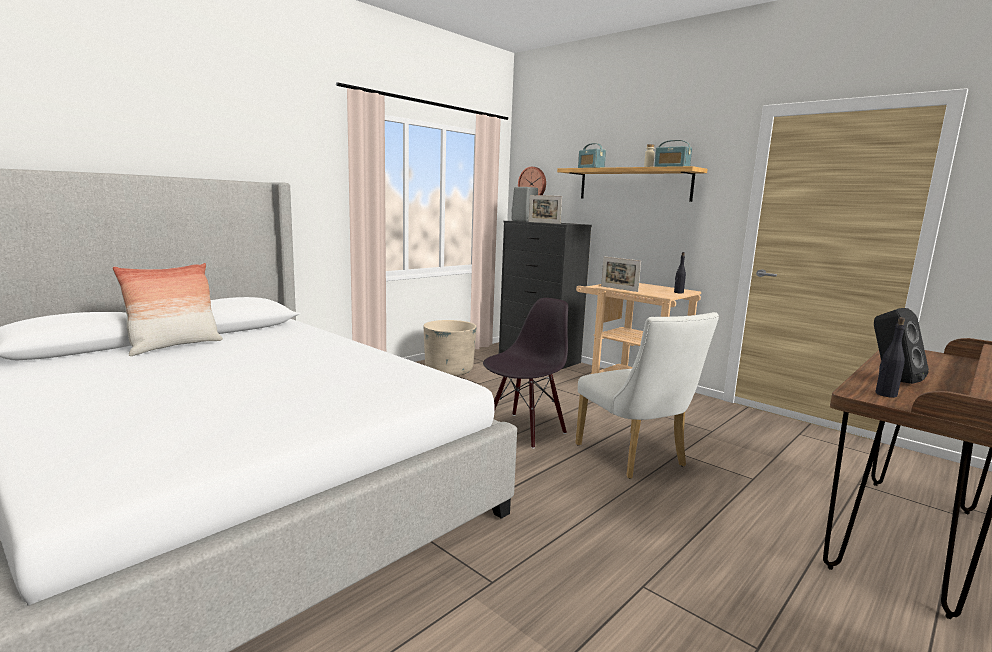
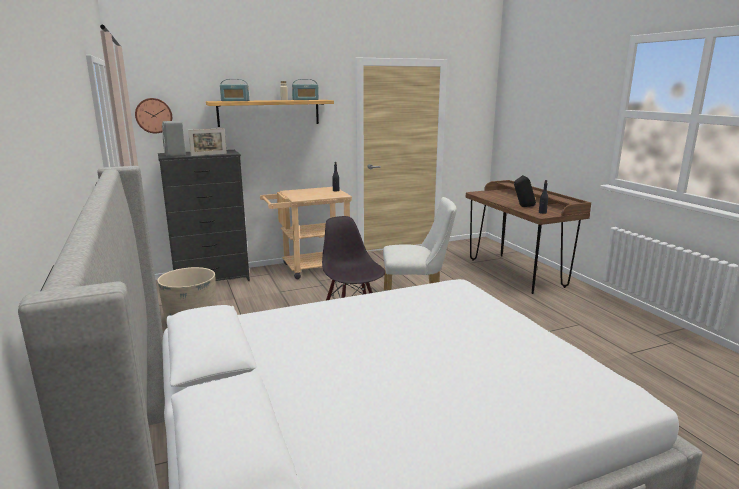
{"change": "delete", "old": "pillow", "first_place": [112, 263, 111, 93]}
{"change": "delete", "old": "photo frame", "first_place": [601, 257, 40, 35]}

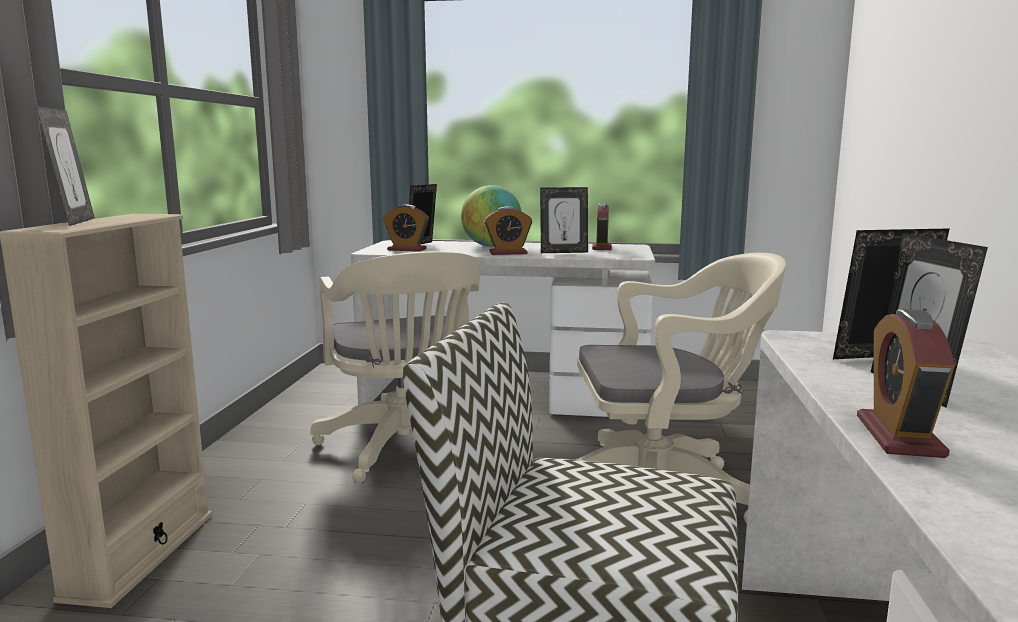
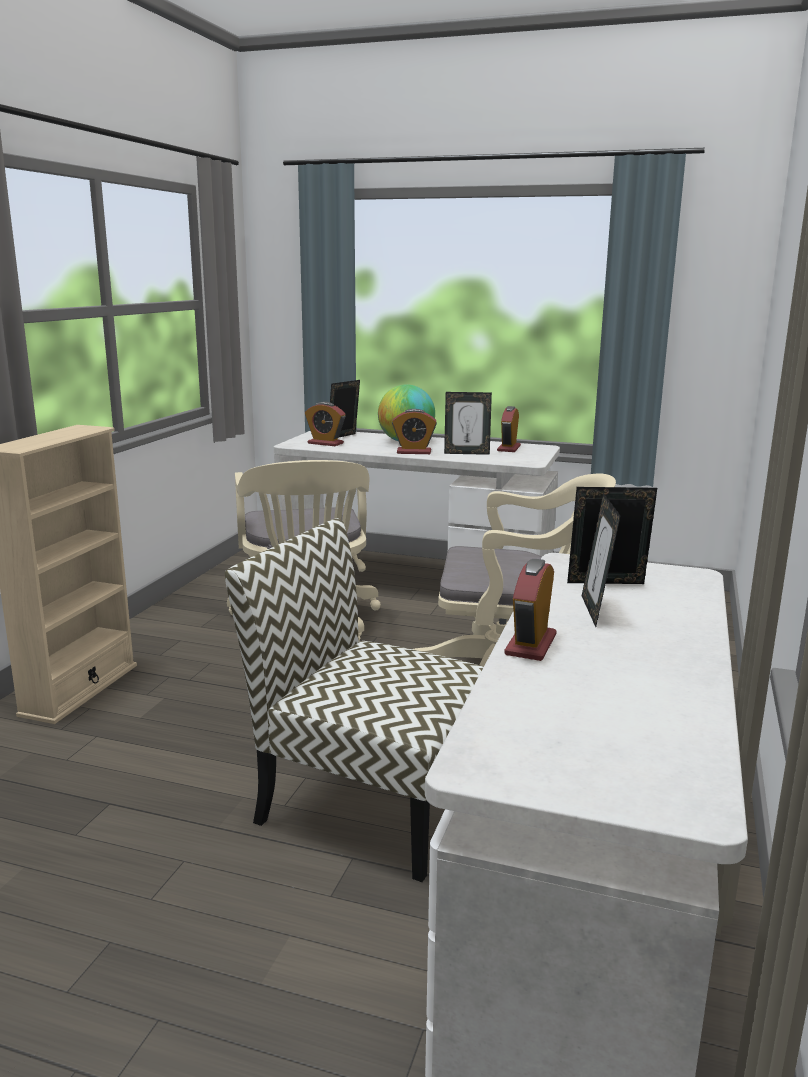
{"change": "delete", "old": "photo frame", "first_place": [36, 106, 59, 120]}

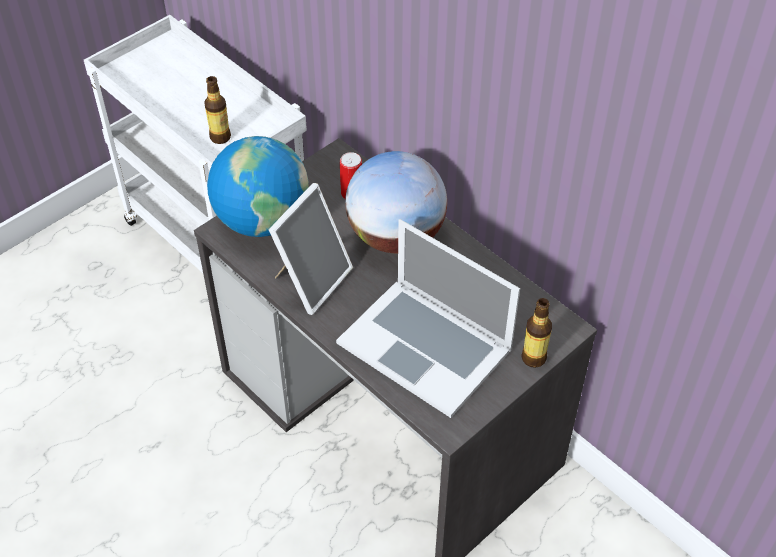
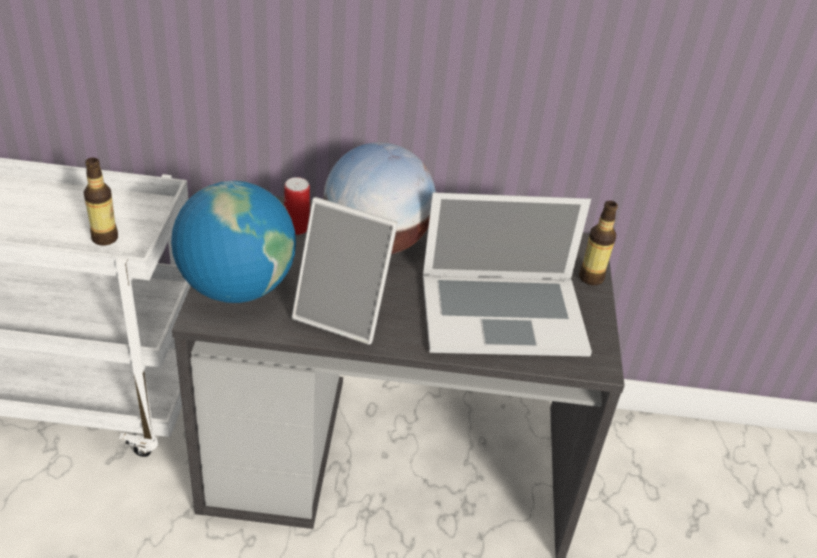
{"change": "rotate", "old": "photo frame", "first_place": [268, 183, 85, 132], "second_place": [292, 197, 106, 148], "degrees": 120}

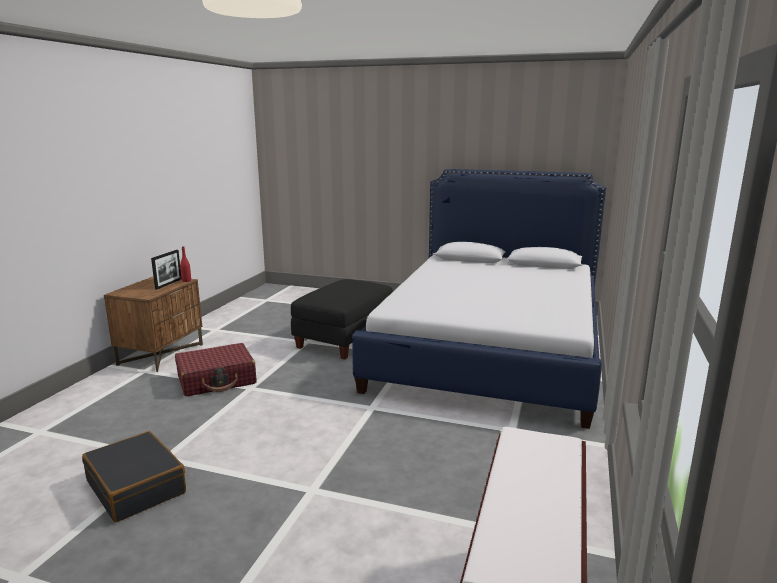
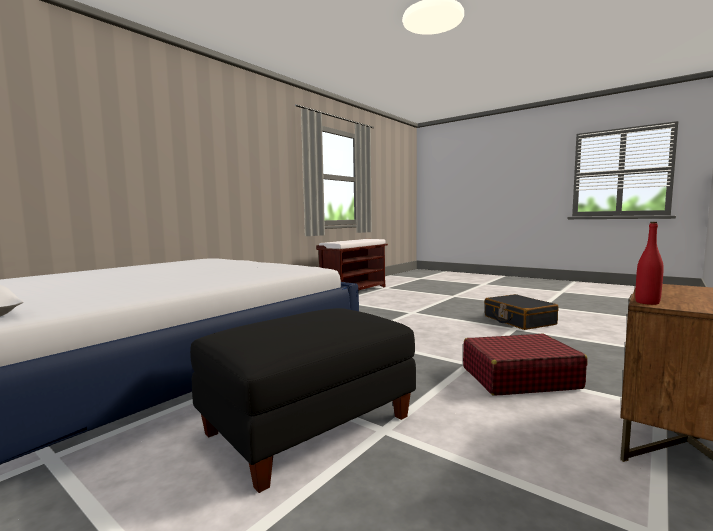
{"change": "delete", "old": "photo frame", "first_place": [151, 250, 31, 40]}

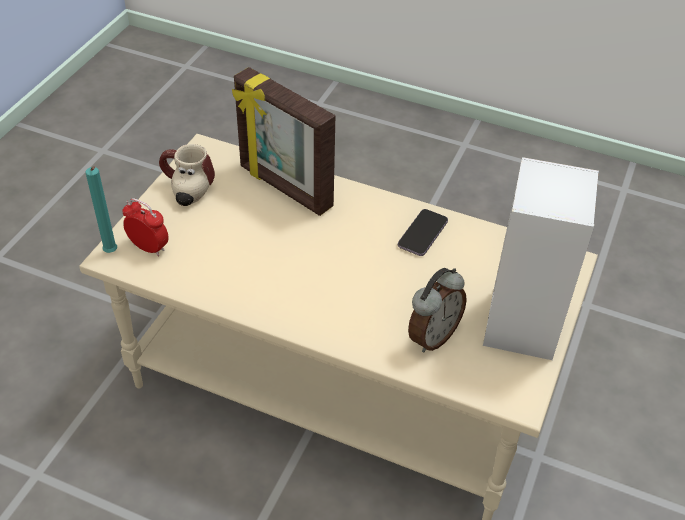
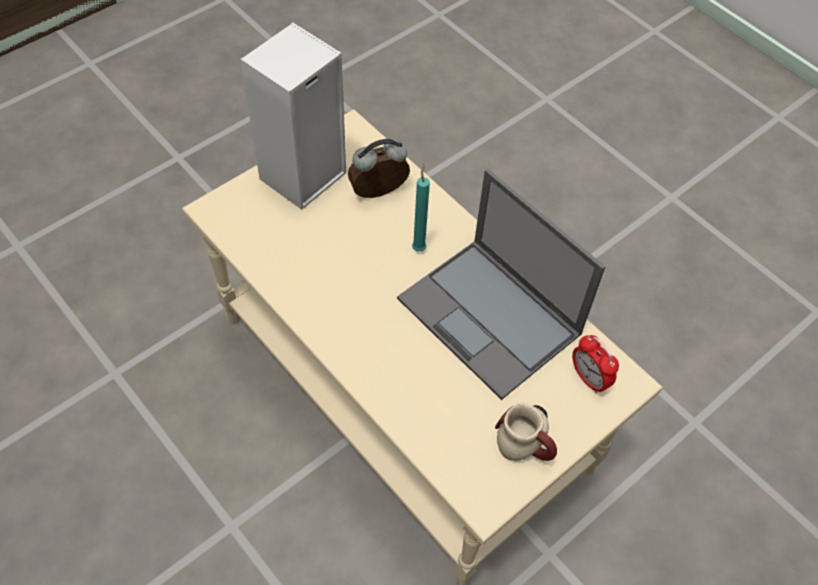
{"change": "insert", "new": "portable computer", "second_place": [397, 169, 209, 231]}
{"change": "move", "old": "turquoise-coloured candle", "first_place": [86, 166, 31, 87], "second_place": [412, 163, 18, 89]}
{"change": "delete", "old": "photo frame", "first_place": [232, 67, 103, 149]}
{"change": "delete", "old": "telephone", "first_place": [398, 209, 50, 47]}

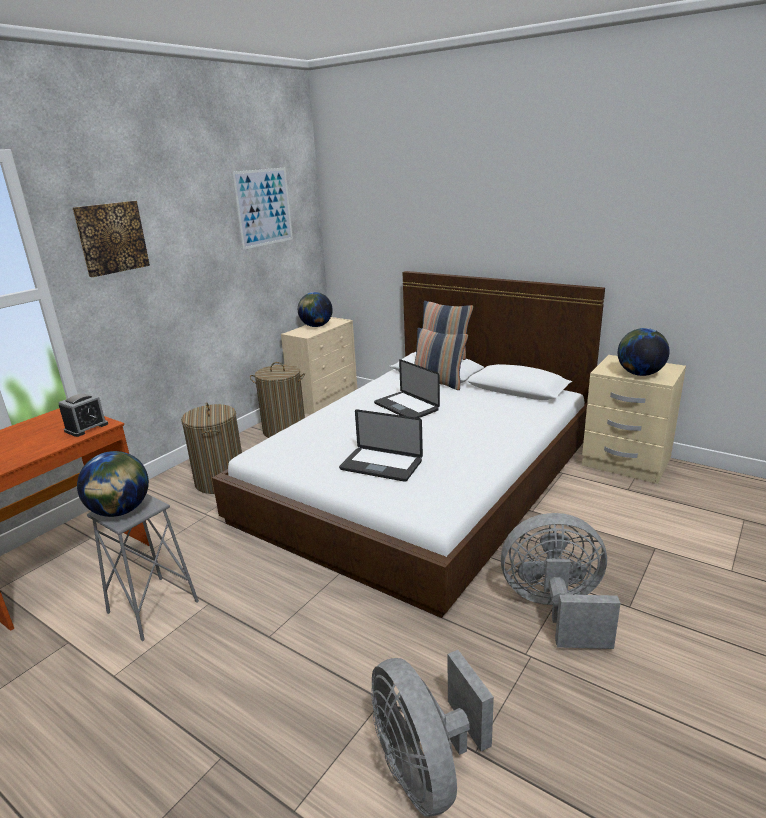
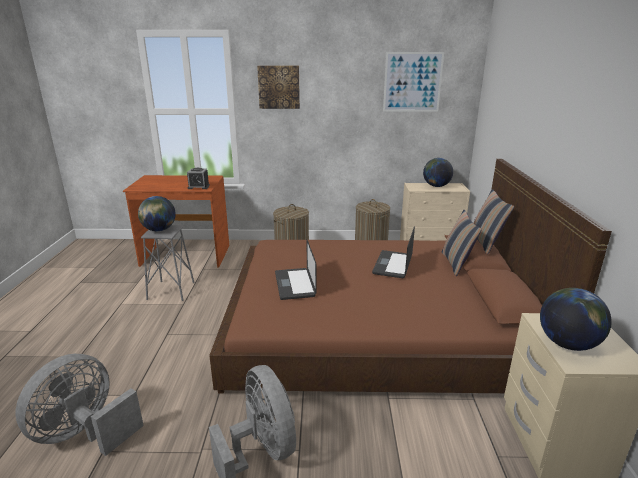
{"change": "recolor", "old": "white sleeping bed", "new": "brown-coloured sleeping bed", "first_place": [212, 271, 393, 347], "second_place": [209, 159, 403, 235]}

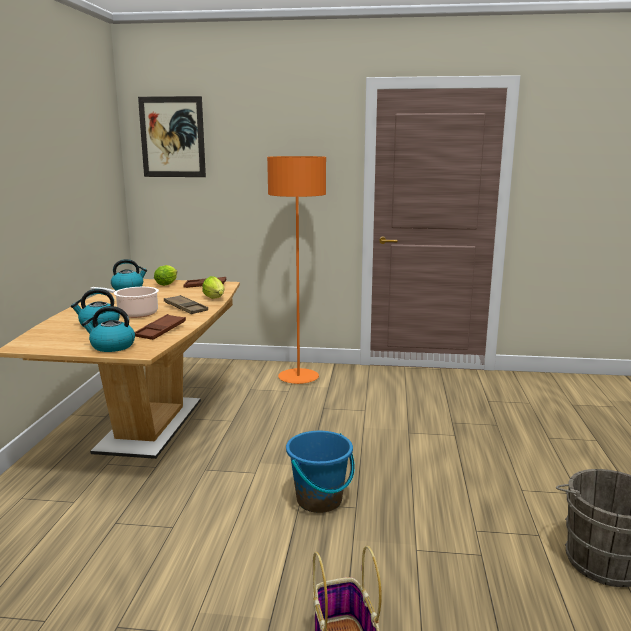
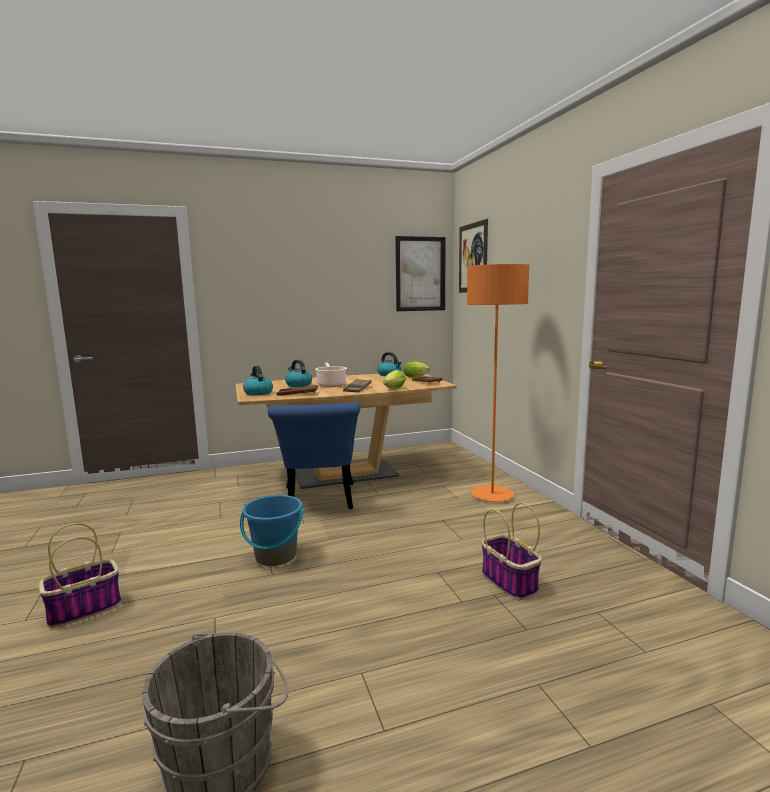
{"change": "insert", "new": "bluish upright chair", "second_place": [268, 402, 92, 107]}
{"change": "insert", "new": "wall picture", "second_place": [395, 236, 51, 75]}
{"change": "insert", "new": "household basket", "second_place": [481, 502, 61, 98]}

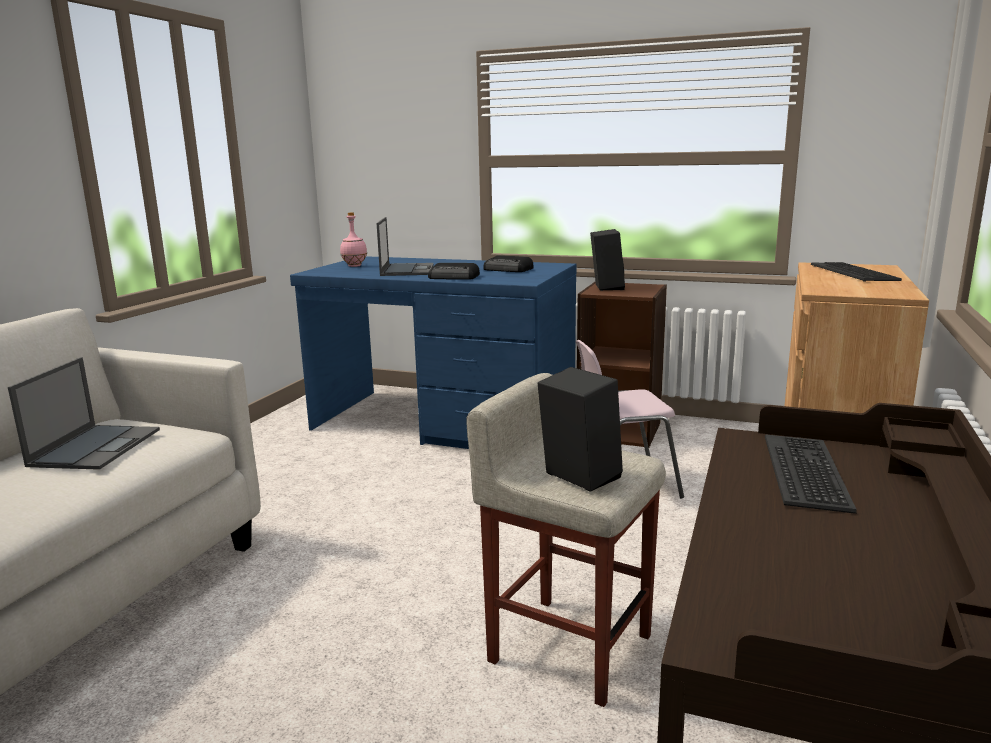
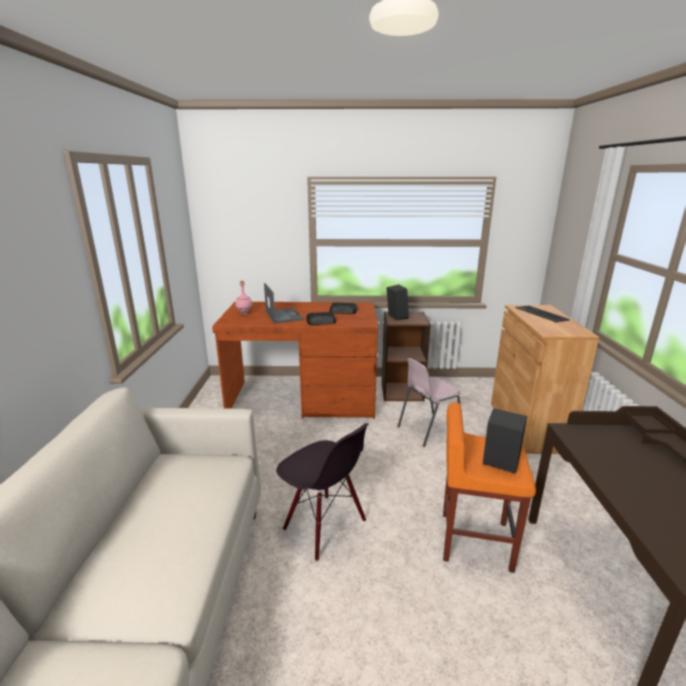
{"change": "recolor", "old": "bluish desk", "new": "brown-coloured desk", "first_place": [290, 256, 287, 193], "second_place": [212, 302, 166, 117]}
{"change": "insert", "new": "black upright chair", "second_place": [276, 423, 93, 138]}
{"change": "recolor", "old": "sand-coloured sitting stool", "new": "orangey sitting stool", "first_place": [466, 373, 200, 334], "second_place": [443, 402, 93, 171]}
{"change": "delete", "old": "portable computer", "first_place": [8, 357, 152, 113]}
{"change": "delete", "old": "computer keyboard", "first_place": [765, 434, 92, 80]}

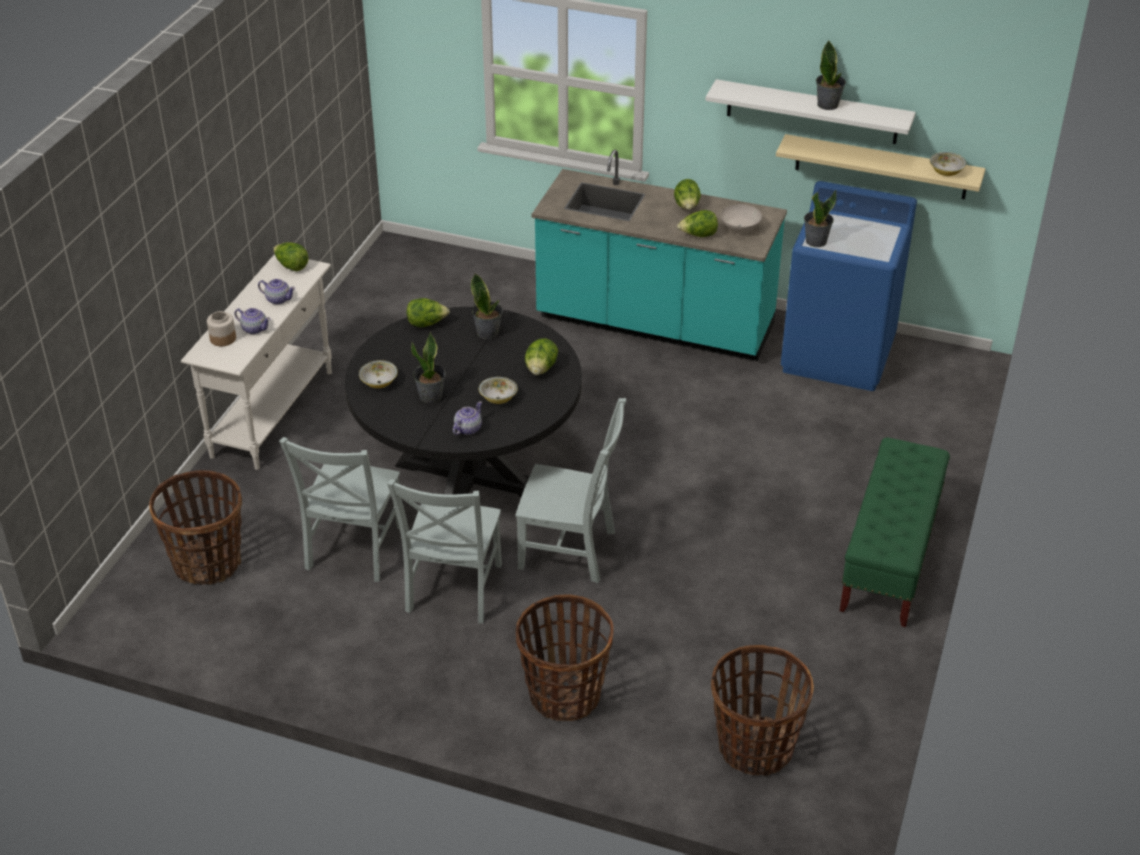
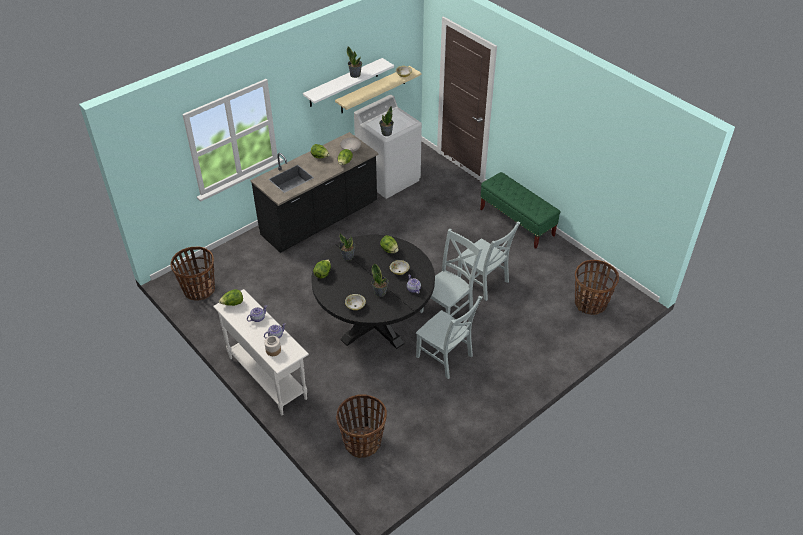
{"change": "move", "old": "household basket", "first_place": [516, 594, 98, 127], "second_place": [170, 246, 45, 55]}
{"change": "recolor", "old": "turquoise-coloured kitchen base unit", "new": "black kitchen base unit", "first_place": [532, 150, 255, 211], "second_place": [250, 132, 128, 121]}
{"change": "recolor", "old": "bluish washing machine", "new": "white washing machine", "first_place": [781, 181, 136, 210], "second_place": [354, 95, 68, 104]}
{"change": "move", "old": "greyish upright chair", "first_place": [279, 437, 121, 145], "second_place": [457, 221, 64, 80]}

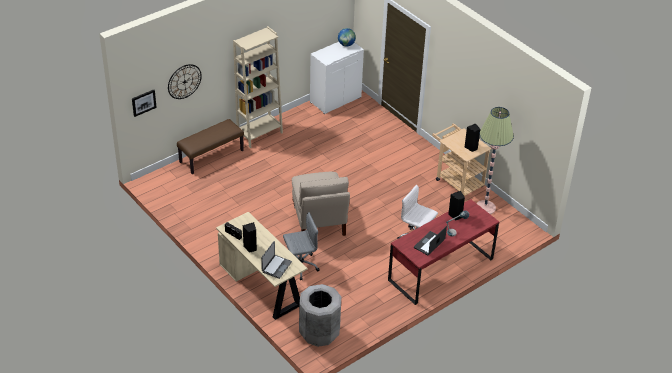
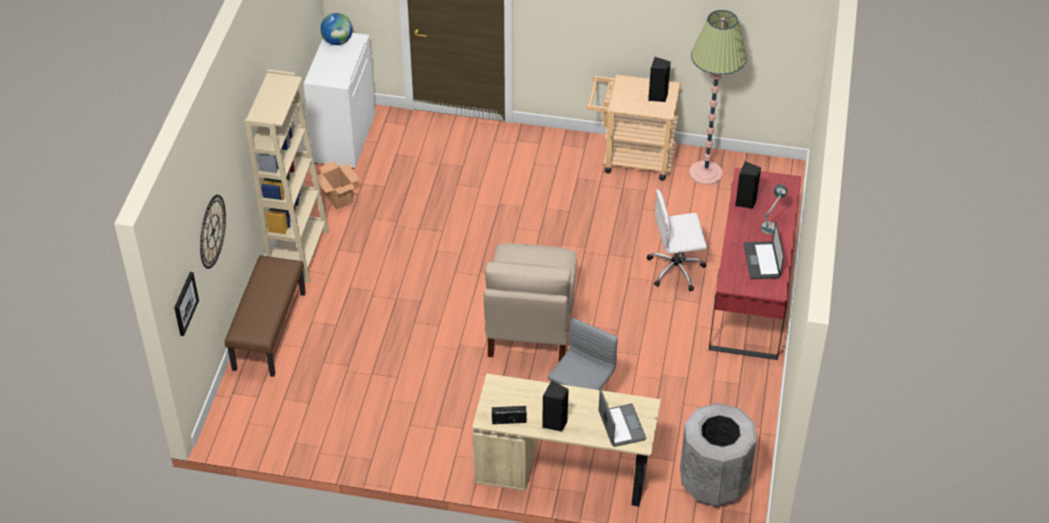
{"change": "insert", "new": "carton", "second_place": [317, 161, 43, 49]}
{"change": "rotate", "old": "sand-coloured upright chair", "first_place": [292, 172, 58, 64], "second_place": [484, 243, 93, 118], "degrees": 60}

